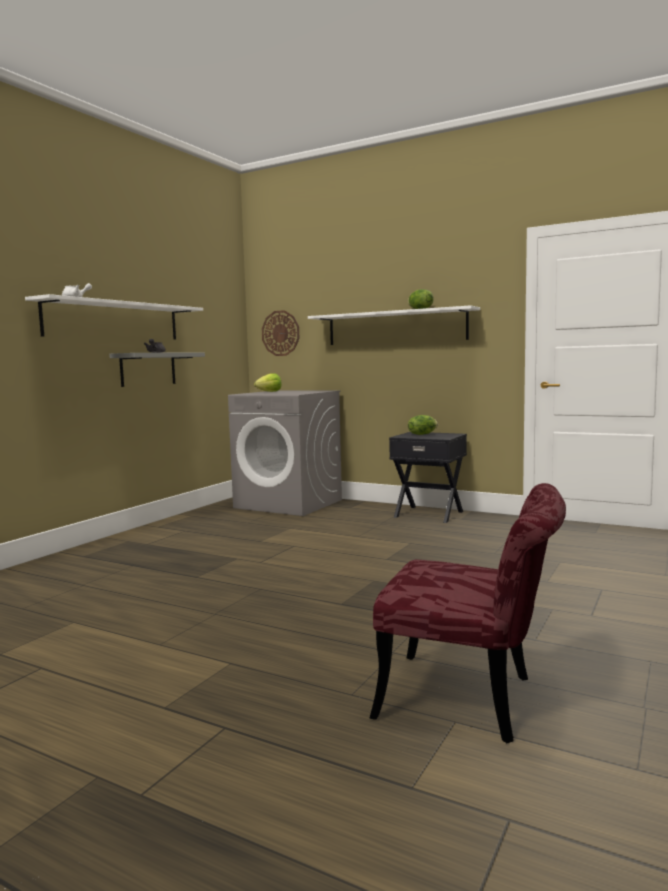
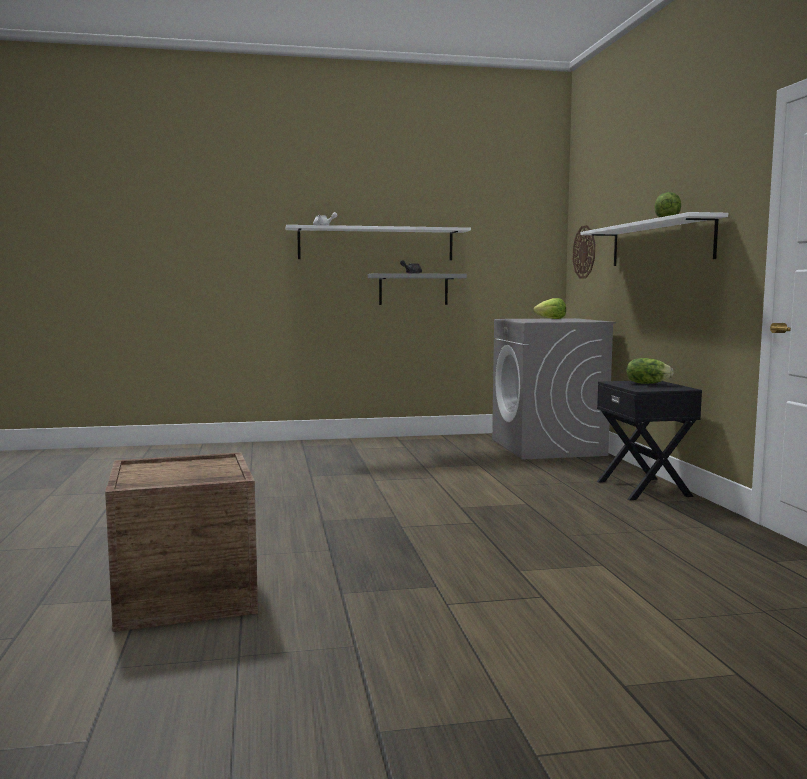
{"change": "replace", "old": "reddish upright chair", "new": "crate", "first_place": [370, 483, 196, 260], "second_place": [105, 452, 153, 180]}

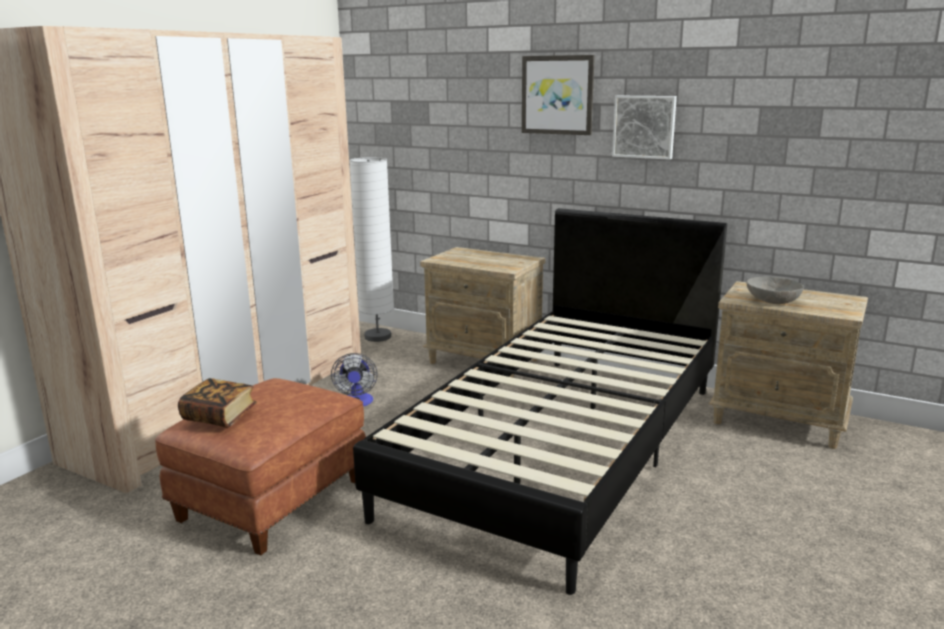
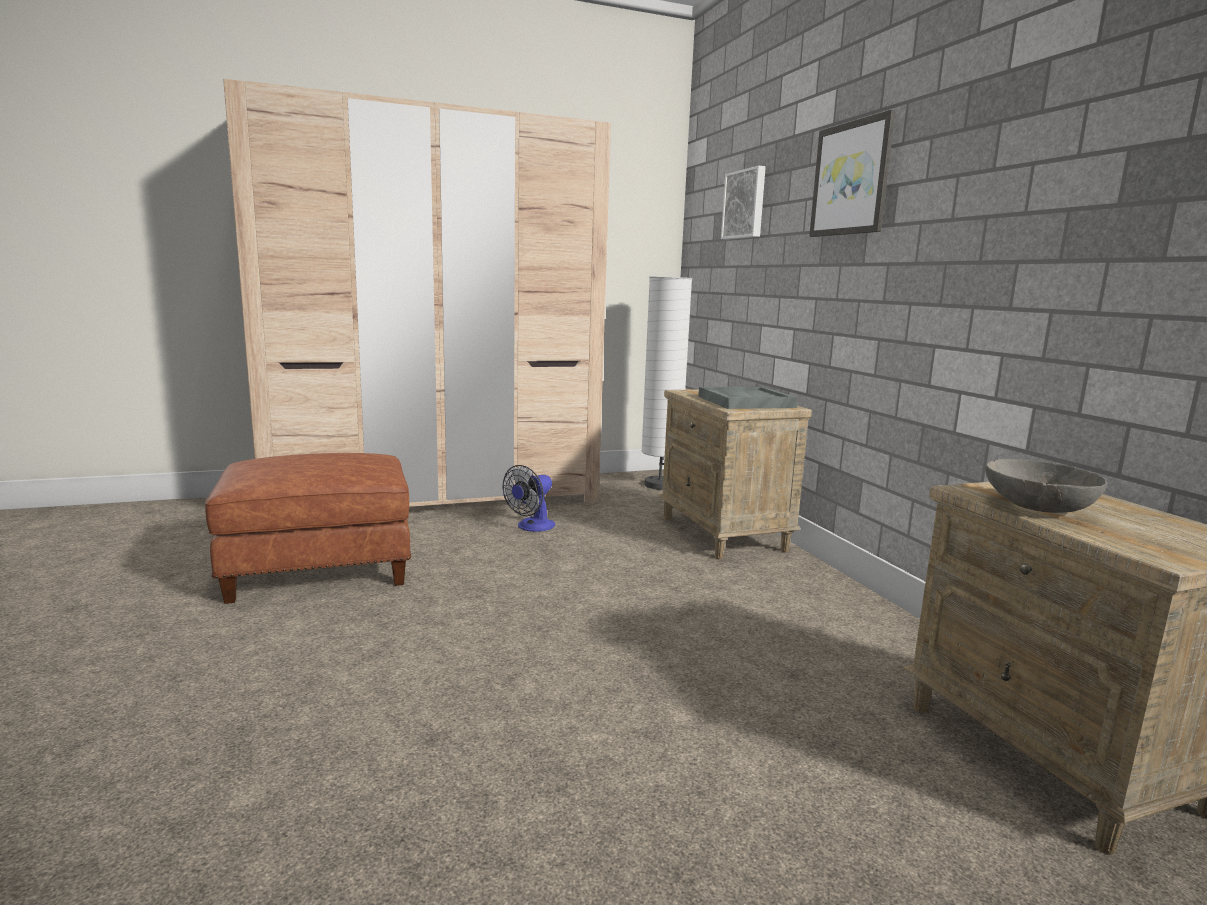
{"change": "insert", "new": "greyish serving tray", "second_place": [698, 386, 100, 23]}
{"change": "move", "old": "wall picture", "first_place": [612, 96, 65, 64], "second_place": [721, 166, 45, 74]}
{"change": "delete", "old": "bound book", "first_place": [178, 378, 79, 50]}
{"change": "delete", "old": "black sleeping bed", "first_place": [353, 208, 374, 387]}

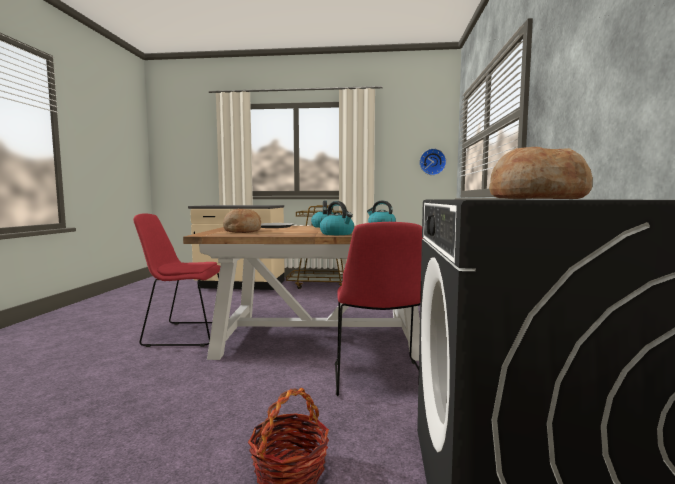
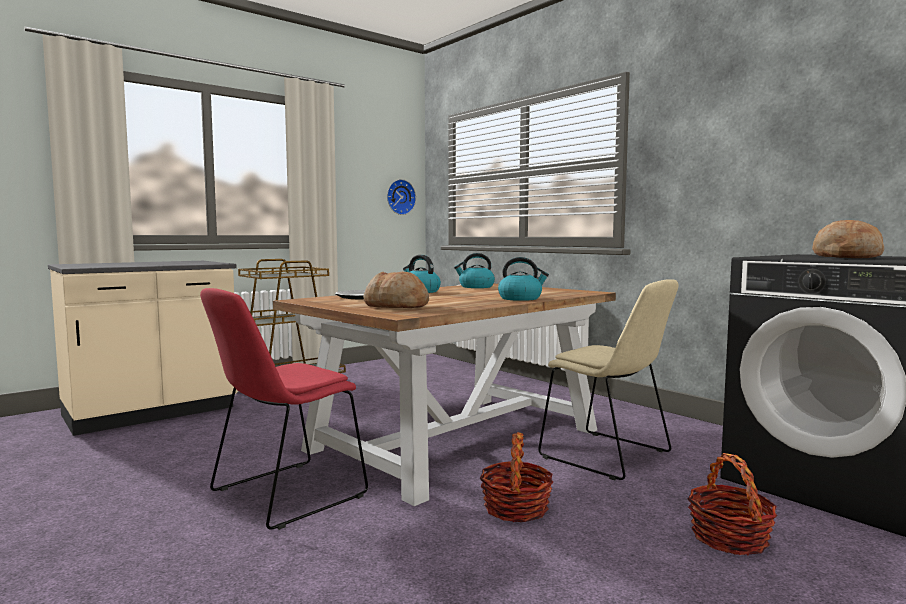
{"change": "insert", "new": "household basket", "second_place": [480, 432, 73, 90]}
{"change": "recolor", "old": "reddish upright chair", "new": "sand-coloured upright chair", "first_place": [335, 222, 88, 174], "second_place": [538, 279, 141, 201]}

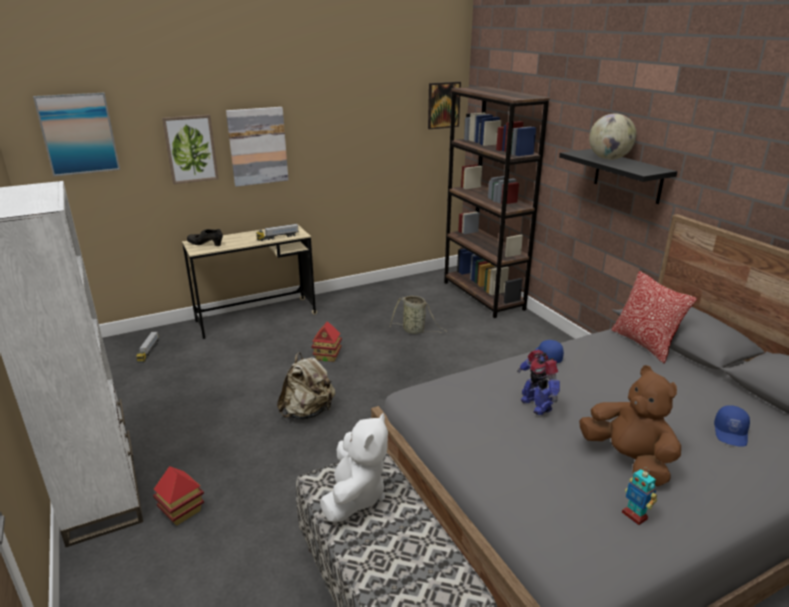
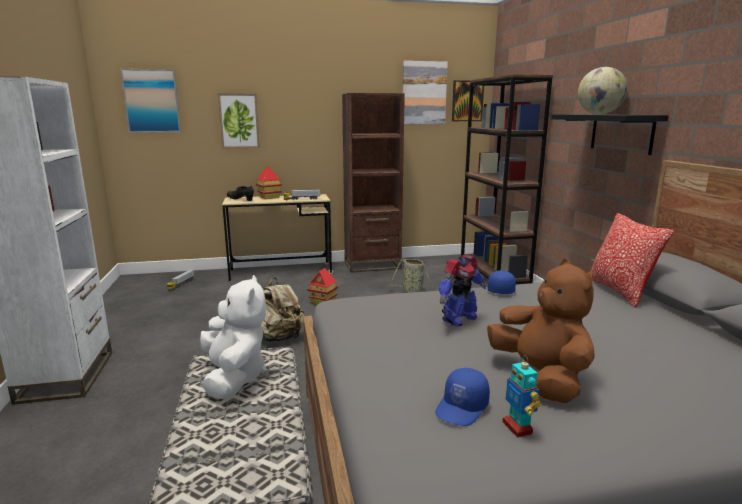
{"change": "rotate", "old": "white plush toy", "first_place": [320, 413, 68, 110], "second_place": [200, 275, 66, 124], "degrees": -45}
{"change": "move", "old": "toy house", "first_place": [153, 466, 51, 60], "second_place": [256, 167, 26, 32]}
{"change": "insert", "new": "brown-coloured shelving unit", "second_place": [342, 93, 63, 180]}
{"change": "move", "old": "wall picture", "first_place": [226, 107, 62, 80], "second_place": [403, 61, 45, 63]}
{"change": "move", "old": "bluish cap", "first_place": [714, 405, 36, 41], "second_place": [435, 368, 55, 58]}
{"change": "rotate", "old": "robot figure", "first_place": [517, 350, 43, 65], "second_place": [439, 255, 47, 72], "degrees": -120}

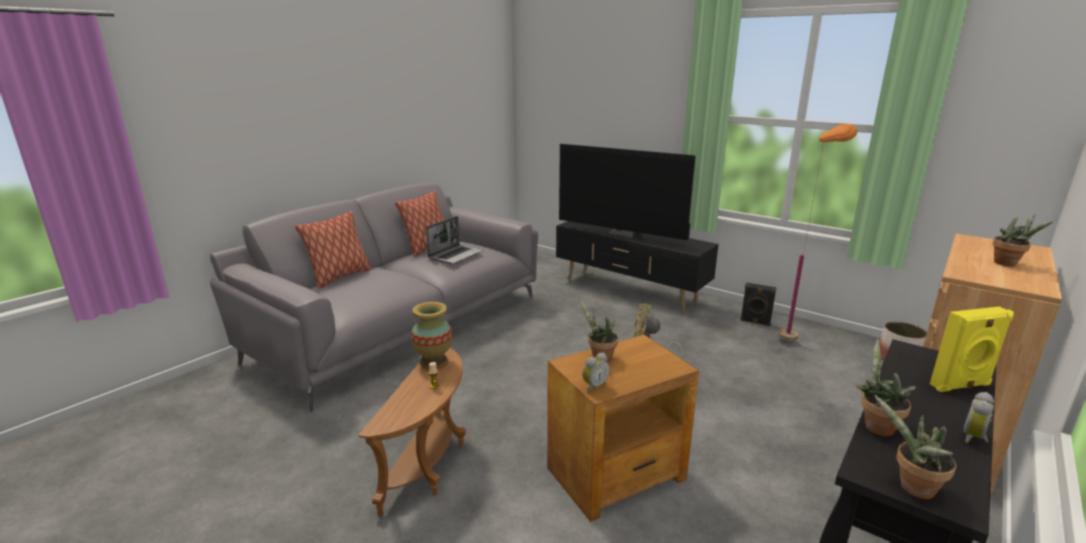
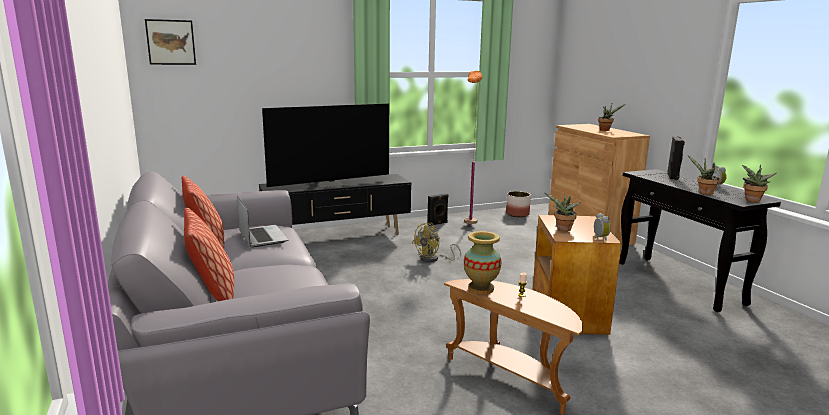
{"change": "insert", "new": "wall picture", "second_place": [145, 19, 51, 46]}
{"change": "recolor", "old": "yellow speaker", "new": "black speaker", "first_place": [930, 307, 84, 85], "second_place": [667, 136, 18, 44]}

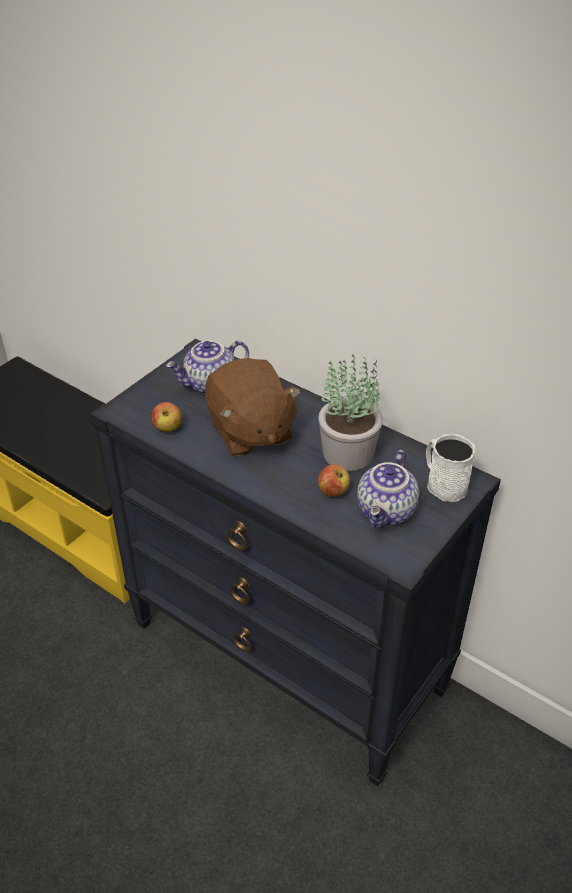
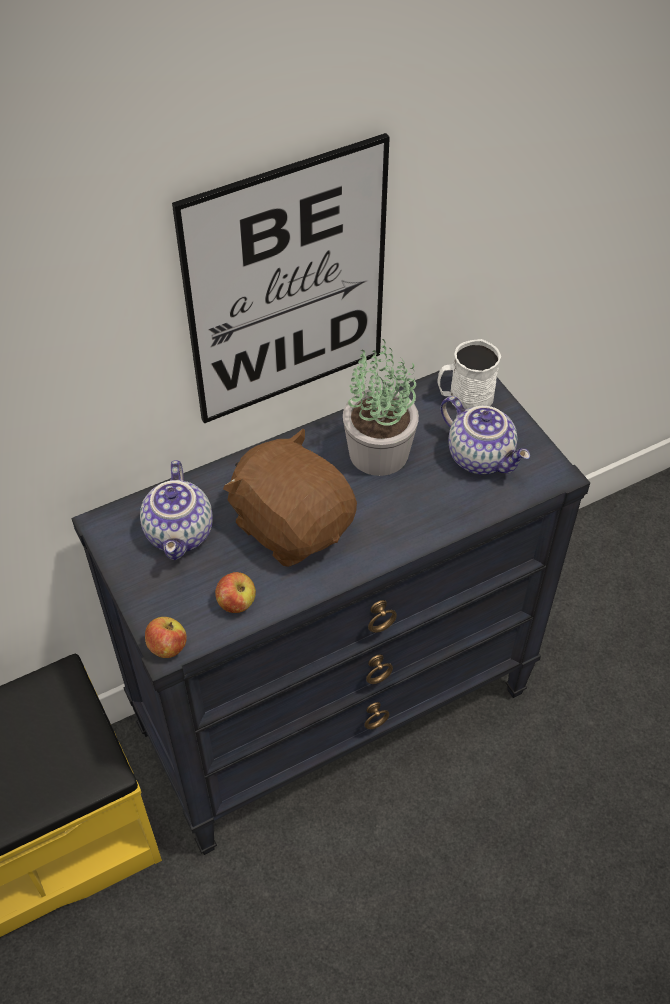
{"change": "move", "old": "whole apple", "first_place": [318, 464, 32, 33], "second_place": [145, 617, 42, 41]}
{"change": "insert", "new": "wall picture", "second_place": [172, 133, 218, 290]}
{"change": "rotate", "old": "brown-coloured plush toy", "first_place": [205, 358, 96, 99], "second_place": [223, 429, 134, 138], "degrees": -135}

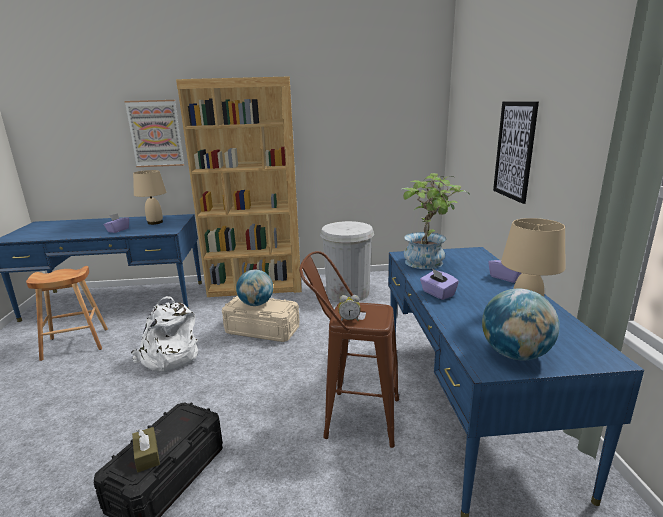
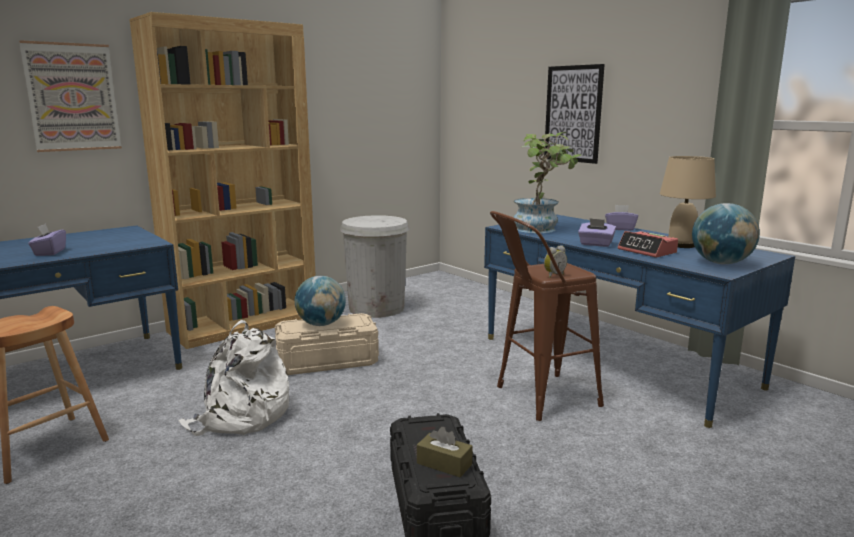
{"change": "insert", "new": "bedside clock", "second_place": [618, 231, 60, 27]}
{"change": "delete", "old": "sand-coloured tabletop lamp", "first_place": [133, 170, 33, 55]}

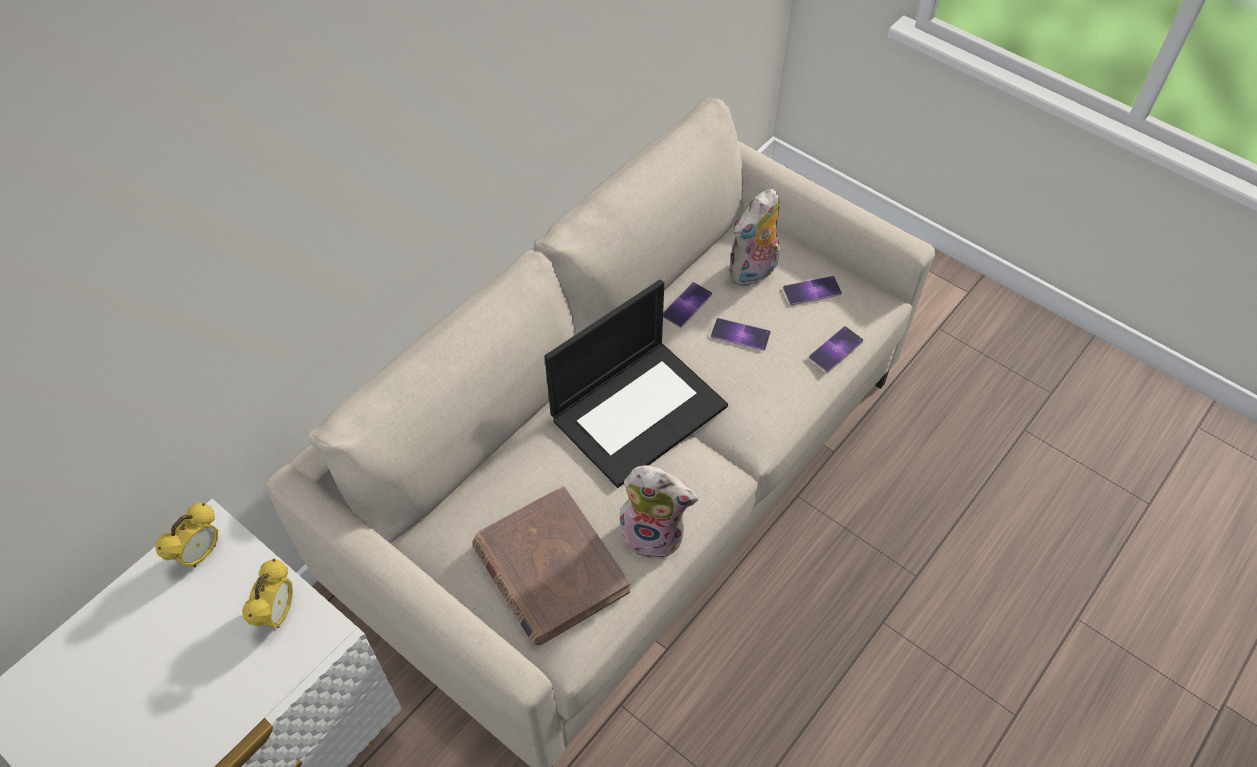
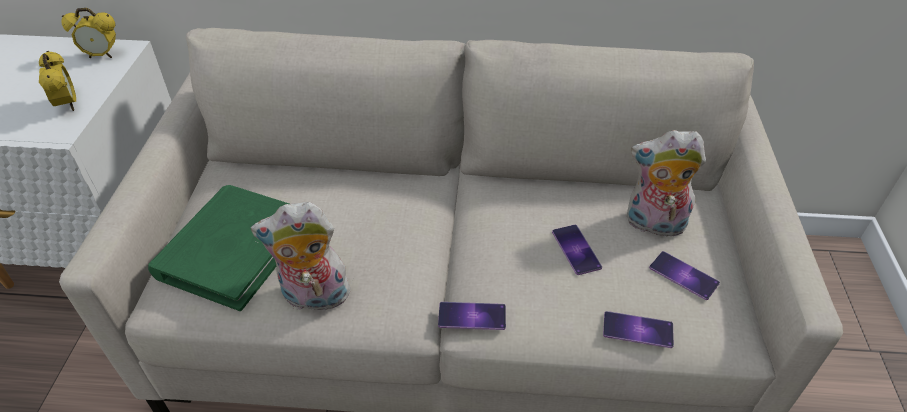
{"change": "rotate", "old": "bedside clock", "first_place": [242, 559, 51, 69], "second_place": [39, 51, 37, 60], "degrees": -90}
{"change": "recolor", "old": "brown-coloured bound book", "new": "green bound book", "first_place": [472, 486, 158, 159], "second_place": [148, 185, 141, 126]}
{"change": "rotate", "old": "plush toy", "first_place": [618, 465, 80, 95], "second_place": [251, 202, 104, 109], "degrees": 105}
{"change": "move", "old": "telephone", "first_place": [663, 282, 49, 46], "second_place": [438, 302, 68, 28]}
{"change": "delete", "old": "portable computer", "first_place": [545, 279, 183, 209]}

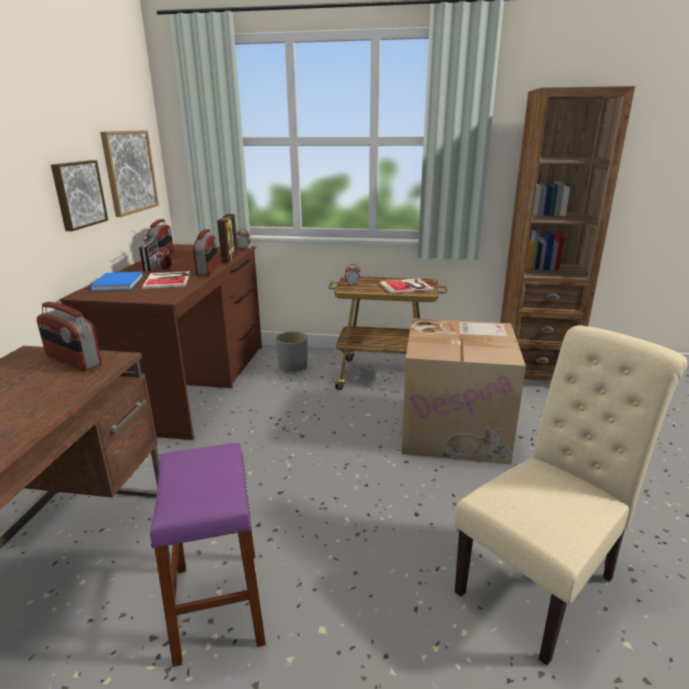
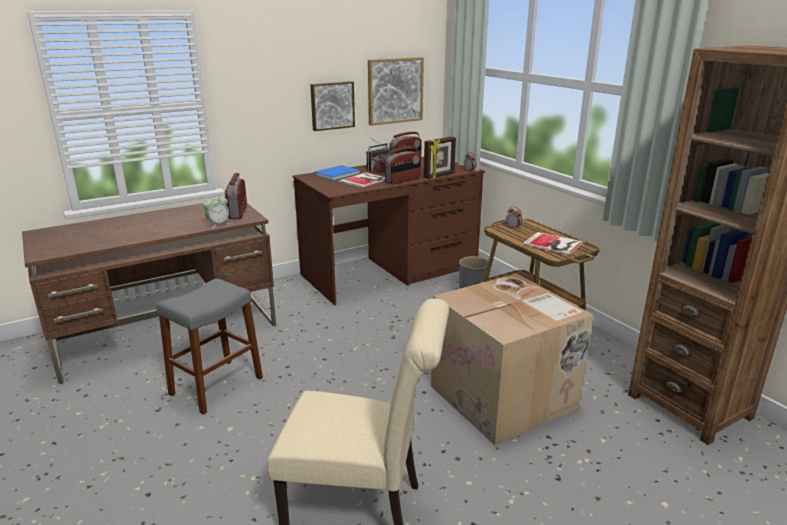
{"change": "recolor", "old": "purplish sitting stool", "new": "greyish sitting stool", "first_place": [150, 443, 116, 224], "second_place": [156, 278, 107, 137]}
{"change": "insert", "new": "bedside clock", "second_place": [203, 194, 26, 35]}

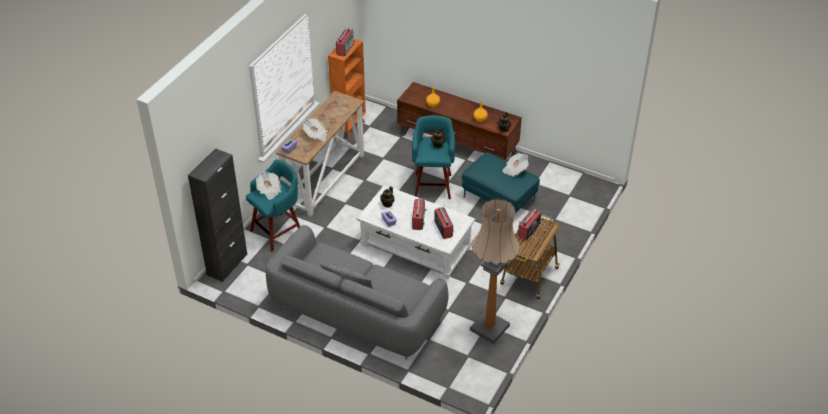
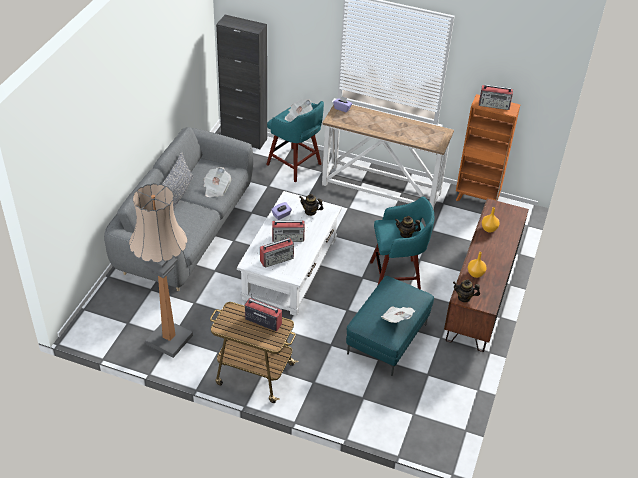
{"change": "move", "old": "newspaper", "first_place": [303, 118, 25, 23], "second_place": [204, 167, 27, 30]}

